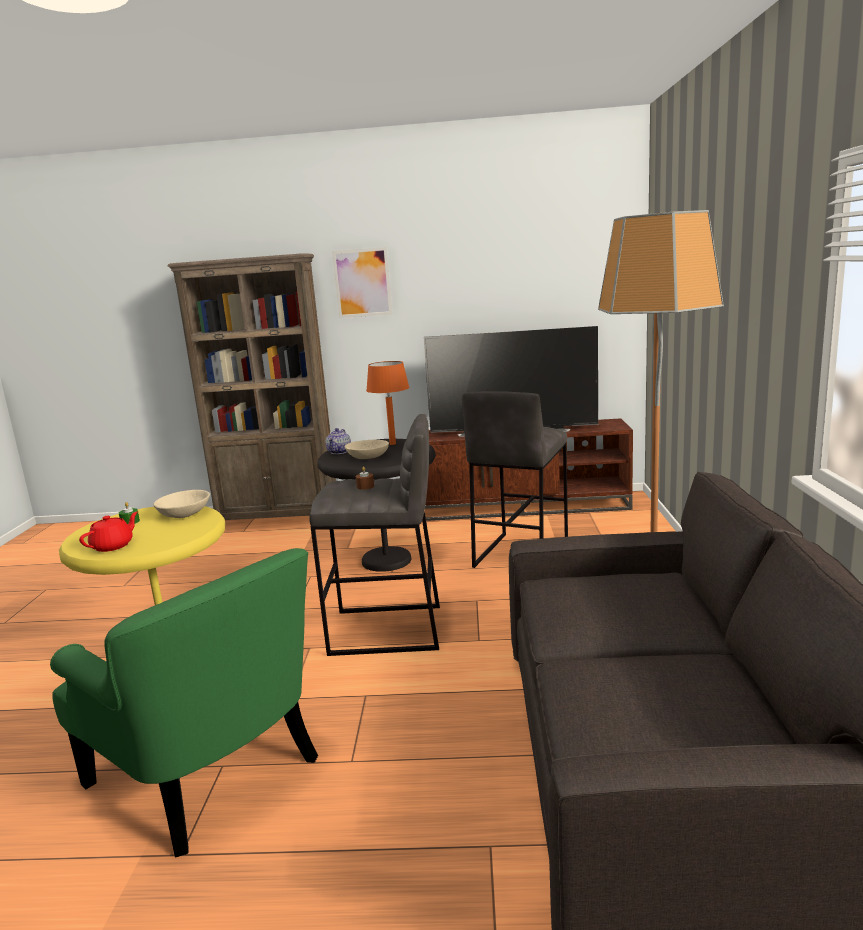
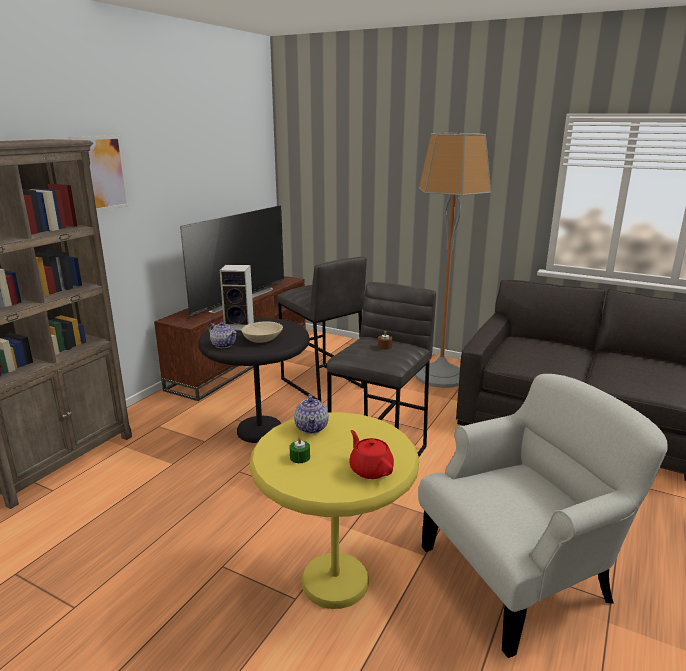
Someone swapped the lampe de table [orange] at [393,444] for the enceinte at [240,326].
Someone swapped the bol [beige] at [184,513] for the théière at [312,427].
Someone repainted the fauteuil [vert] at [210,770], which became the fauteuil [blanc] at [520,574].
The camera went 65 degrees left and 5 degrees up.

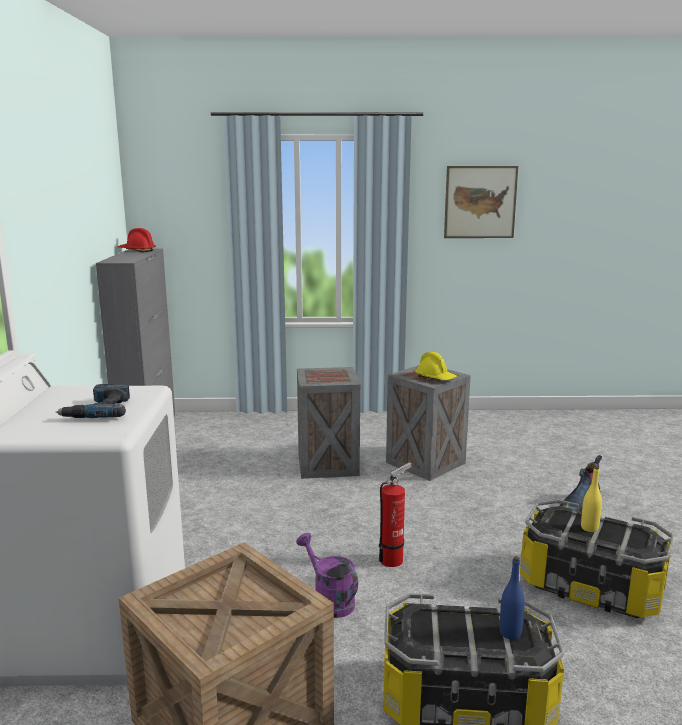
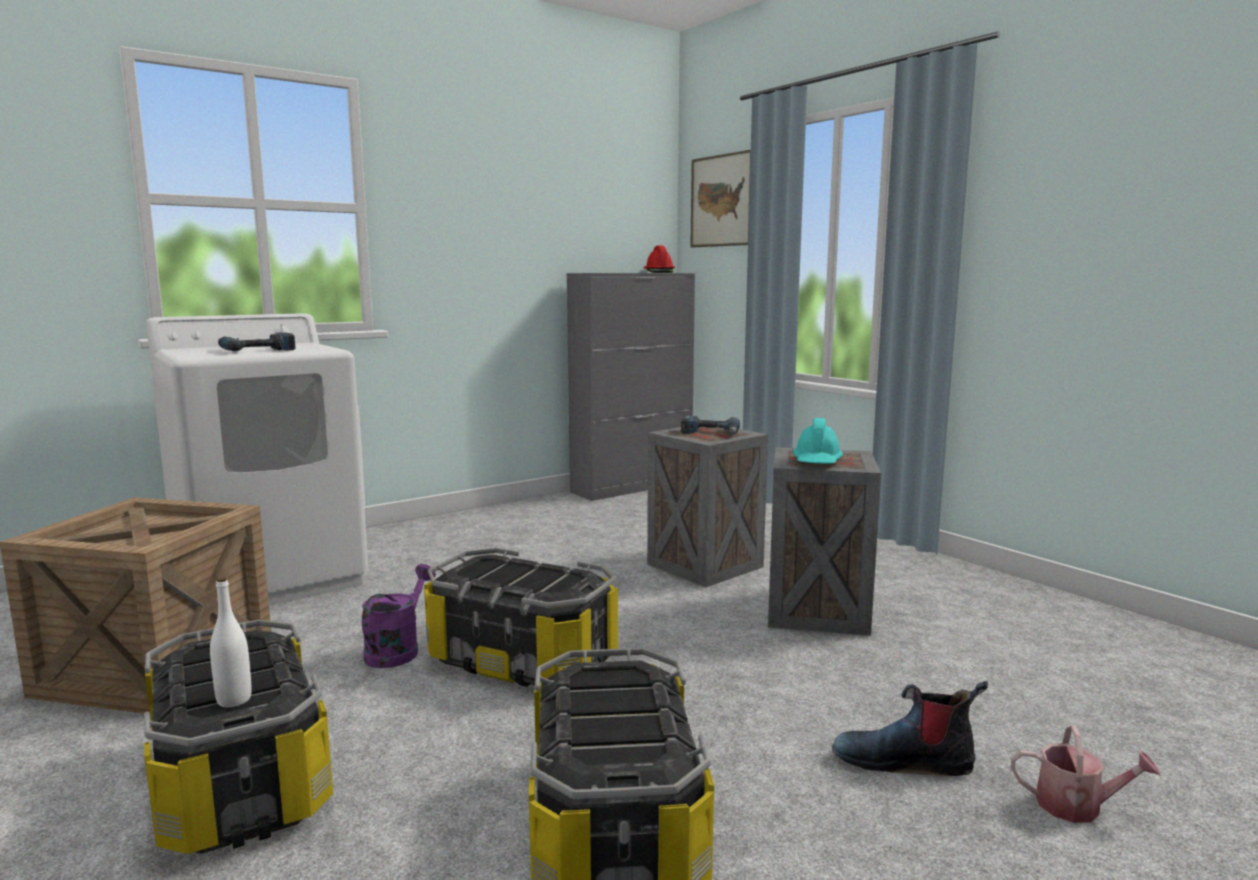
Someone carried the tableau from [480,202] to [721,201].
Someone repainted the casque de chantier [jaune] at [435,378], which became the casque de chantier [turquoise] at [817,463].
Someone swapped the extincteur at [394,559] for the boîte de rangement at [523,660].
Someone took away the bouteille [jaune] at [589,528].
Someone repainted the bouteille [bleu] at [510,633], which became the bouteille [blanc] at [234,700].
Someone put down the perceuse at [710,432].
Someone put down the arrosoir at [1077,806].
The camera went 55 degrees right and 5 degrees down.

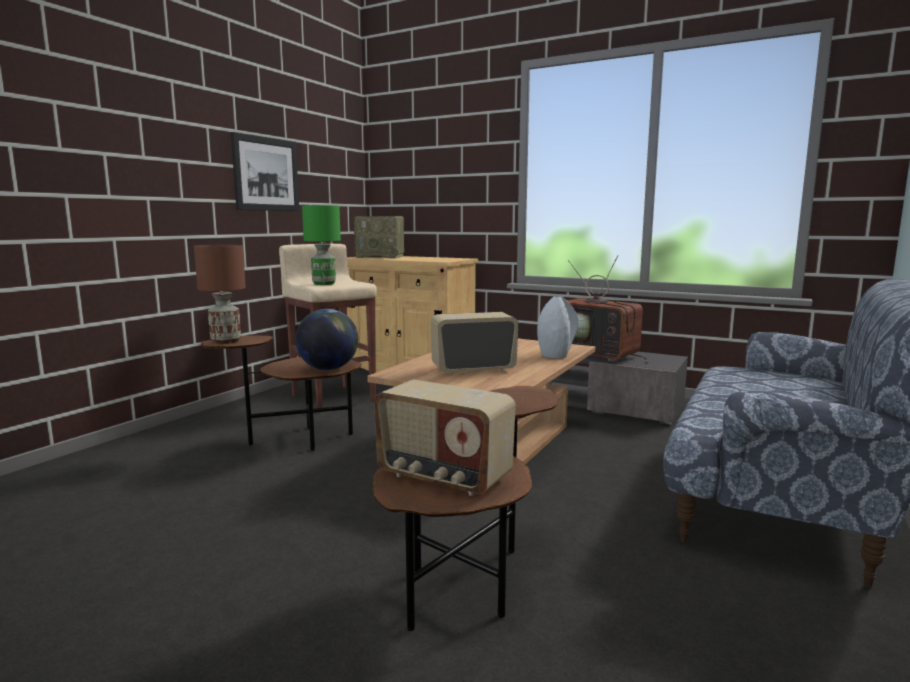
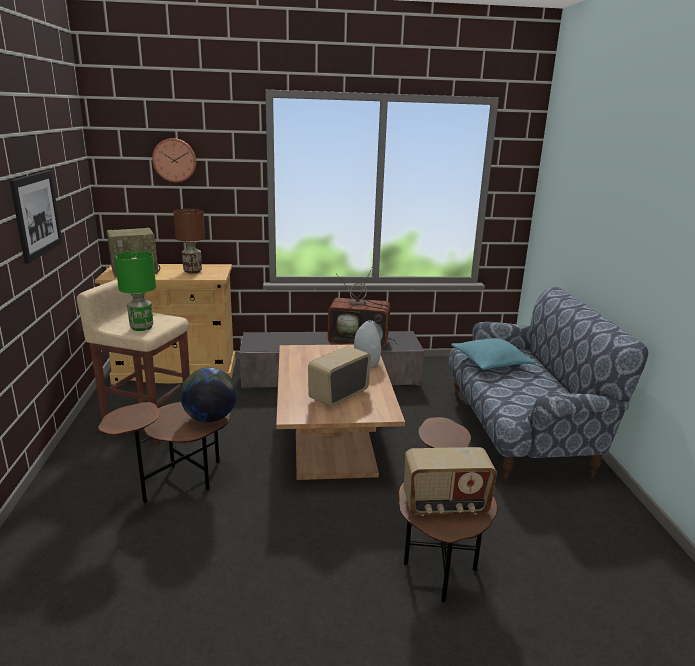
Someone carried the lampe de table [marron] from [225,341] to [192,271].
Someone put up the horloge murale at [175,160].
Someone put down the coussin [turquoise] at [491,362].
The camera went 35 degrees left and 10 degrees up.

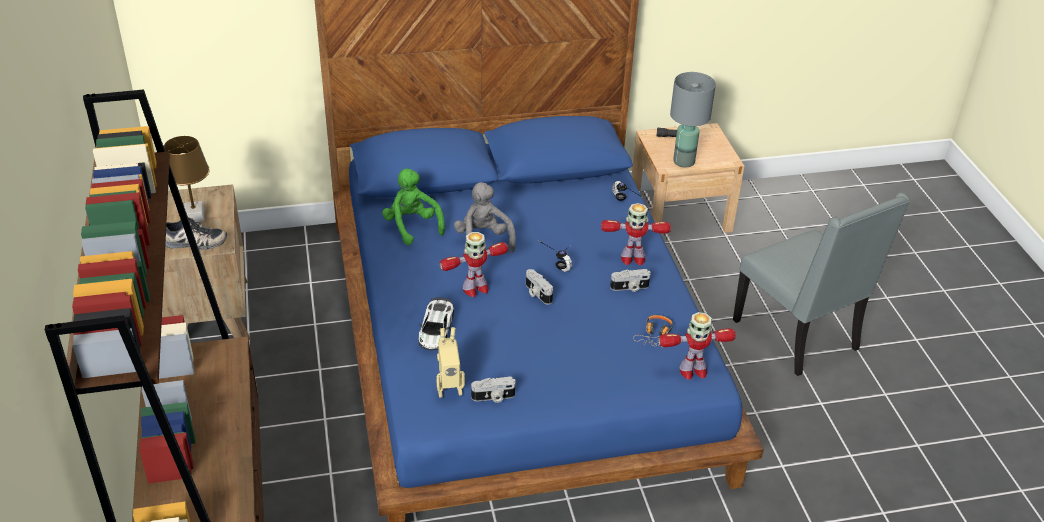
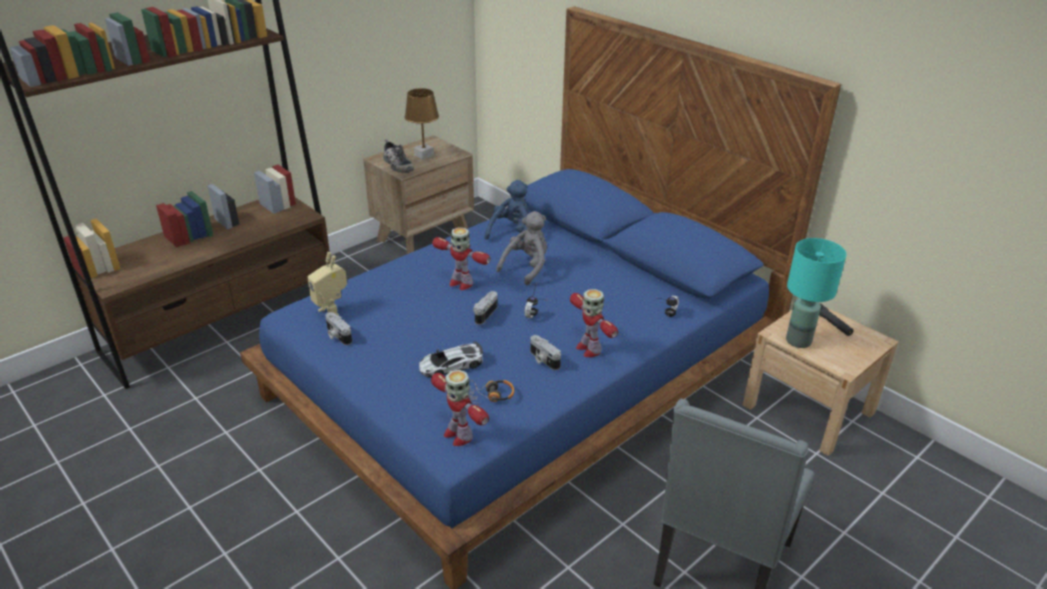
Someone repainted the lampe de table [gris] at [683,162], which became the lampe de table [turquoise] at [797,341].
Someone repainted the peluche [vert] at [412,226], which became the peluche [bleu] at [512,234].
Someone carried the petite voiture from [436,329] to [451,365].
The camera went 60 degrees right and 5 degrees down.

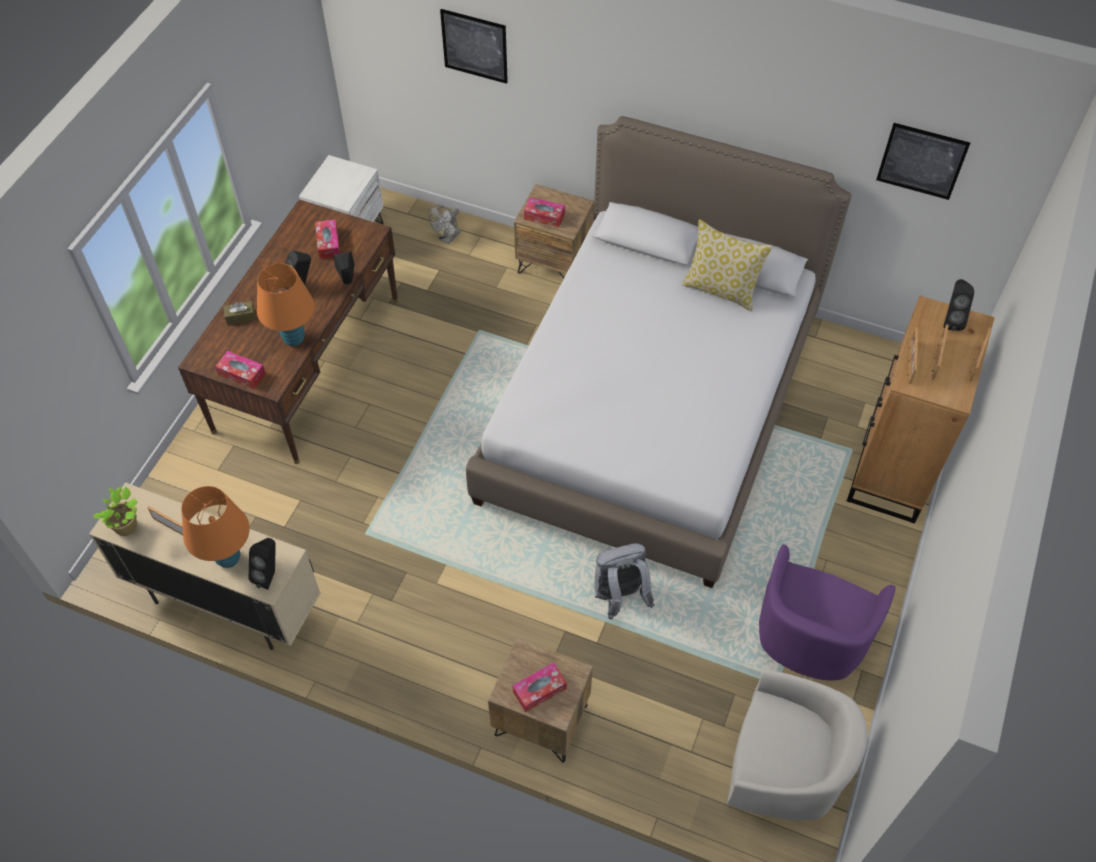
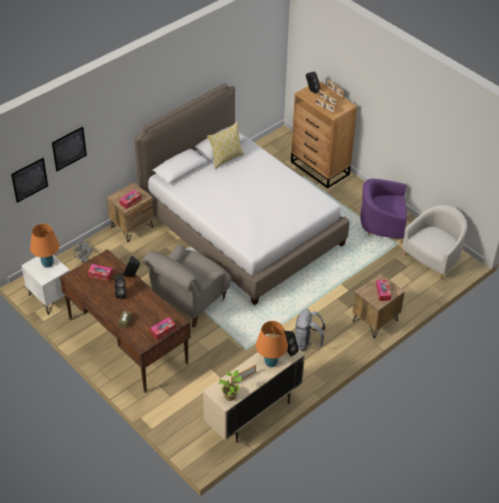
Someone carried the tableau from [922,161] to [29,180].
Someone carried the lampe de table [orange] from [294,339] to [47,264].
Someone carried the sac à dos [gris] from [620,597] to [307,343].
Someone rotated the fauteuil [violet] at [810,637] by 135 degrees clockwise.
Someone put down the fauteuil [gris] at [189,301].
The camera went 65 degrees left and 10 degrees down.

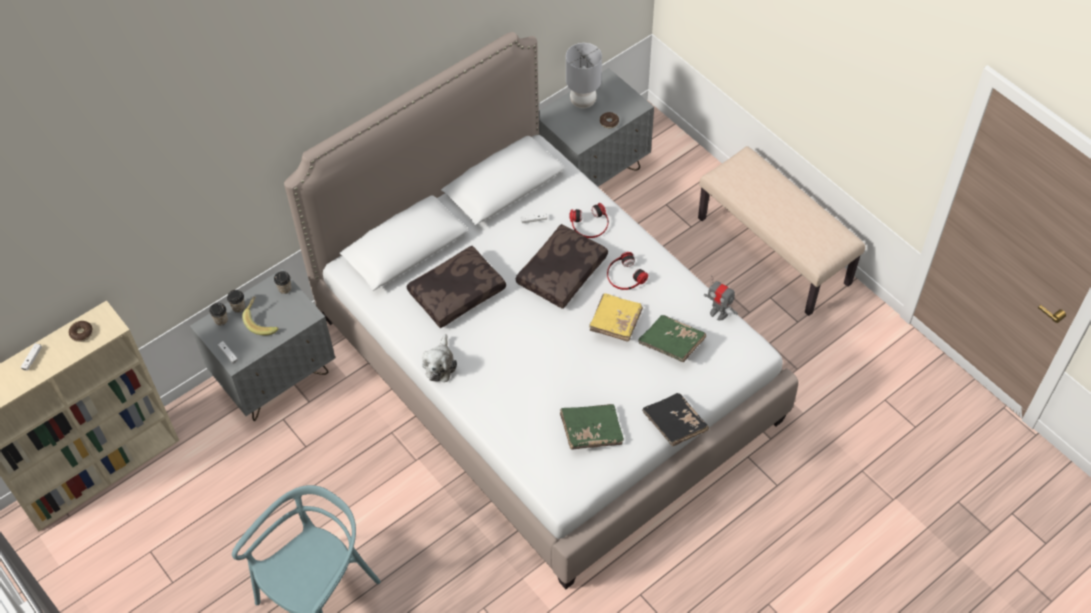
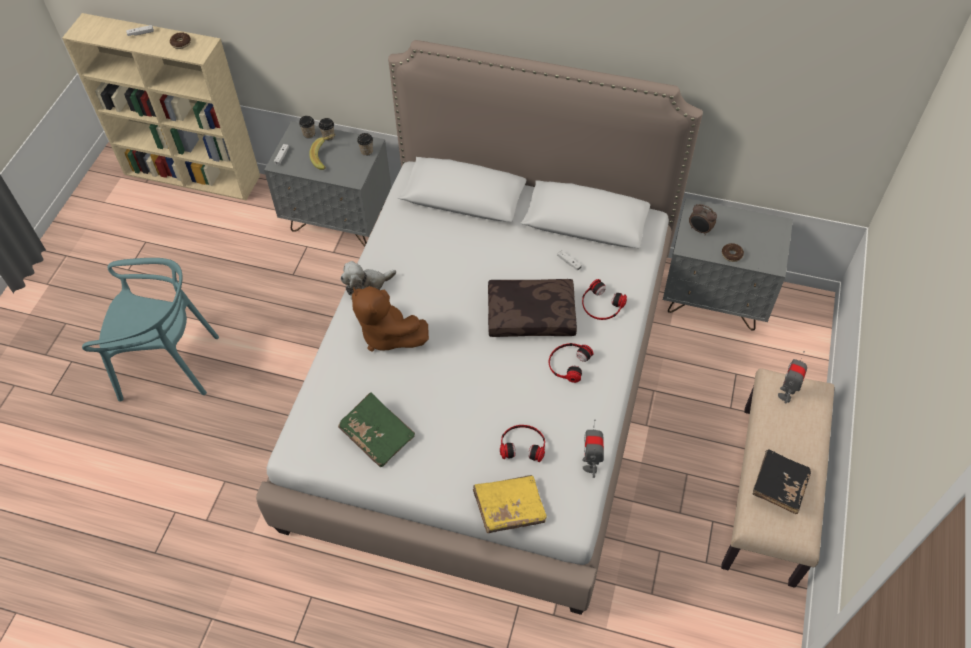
Someone took away the lampe de table [gris] at [583,102].
Someone took away the coussin [marron] at [457,291].
Someone carried the livre [jaune] from [615,323] to [509,508].
Someone swapped the livre [vert] at [671,344] for the casque audio at [522,444].
Someone carried the livre [noir] from [674,425] to [778,486].
Someone put down the réveil at [699,230].
Someone put down the peluche [marron] at [387,334].
Someone put down the robot jouet at [786,394].
The camera went 55 degrees right and 0 degrees up.

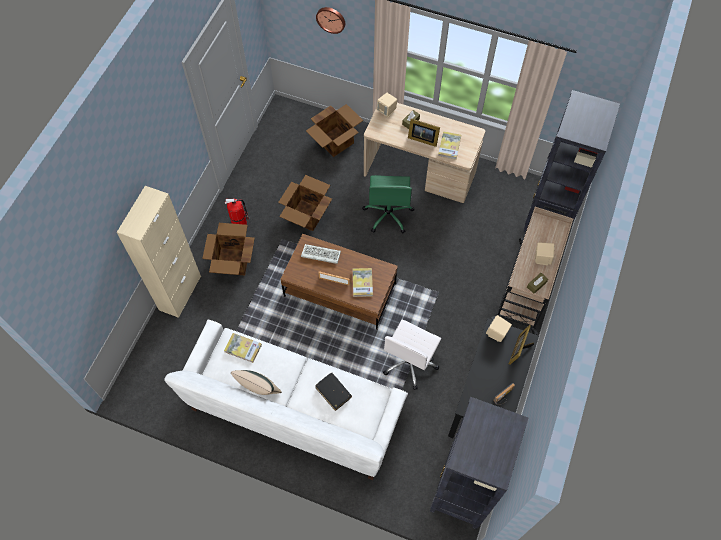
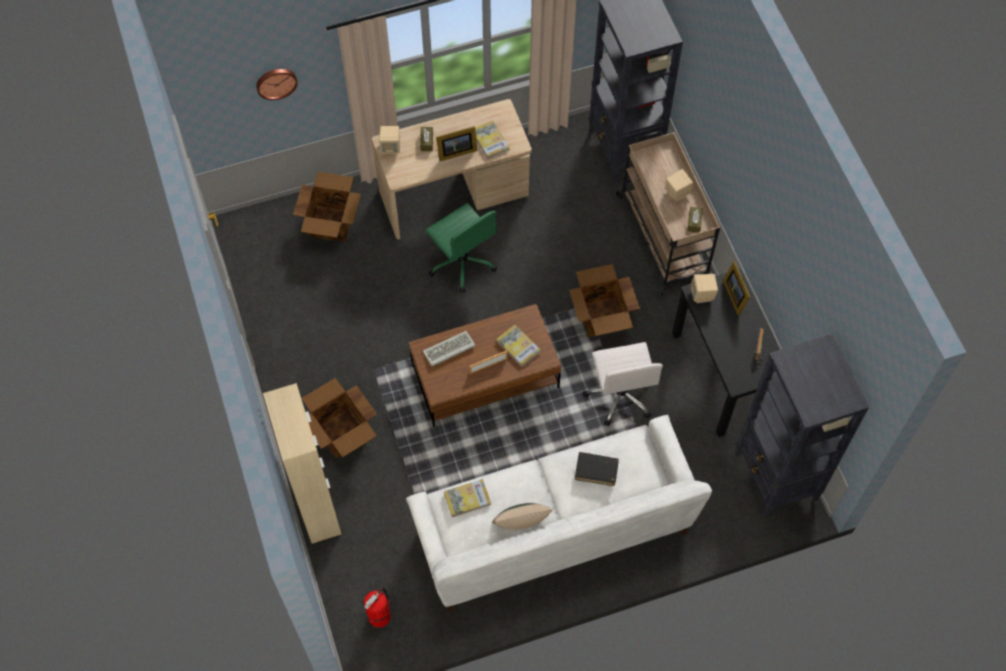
Someone carried the carton from [306,215] to [601,318].
Someone carried the extincteur from [240,223] to [380,615].
The camera went 40 degrees left and 0 degrees up.

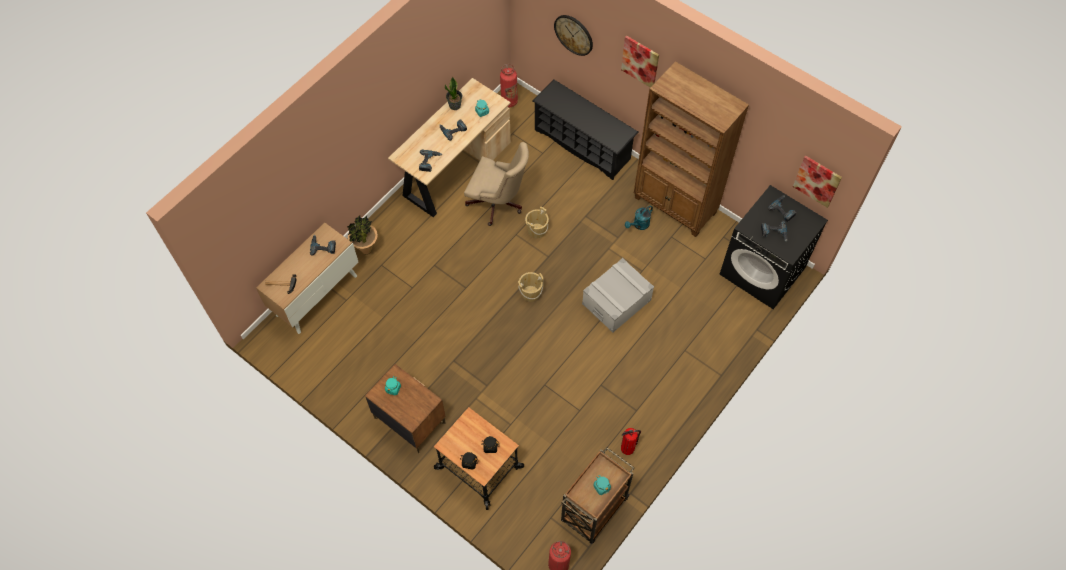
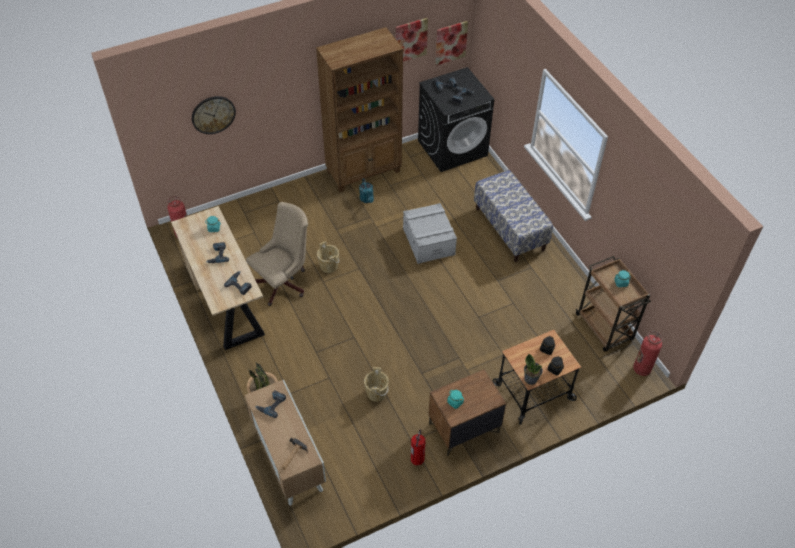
Someone carried the tableau from [640,61] to [410,40].
Someone carried the plante en pot from [455,105] to [531,378].
Someone took away the étagère à chaussures [noir] at [583,144].
Someone carried the seau [beige] from [530,293] to [376,393].
Someone carried the extincteur from [628,448] to [417,458].
Someone put down the banc at [510,229].
The camera went 65 degrees left and 10 degrees down.

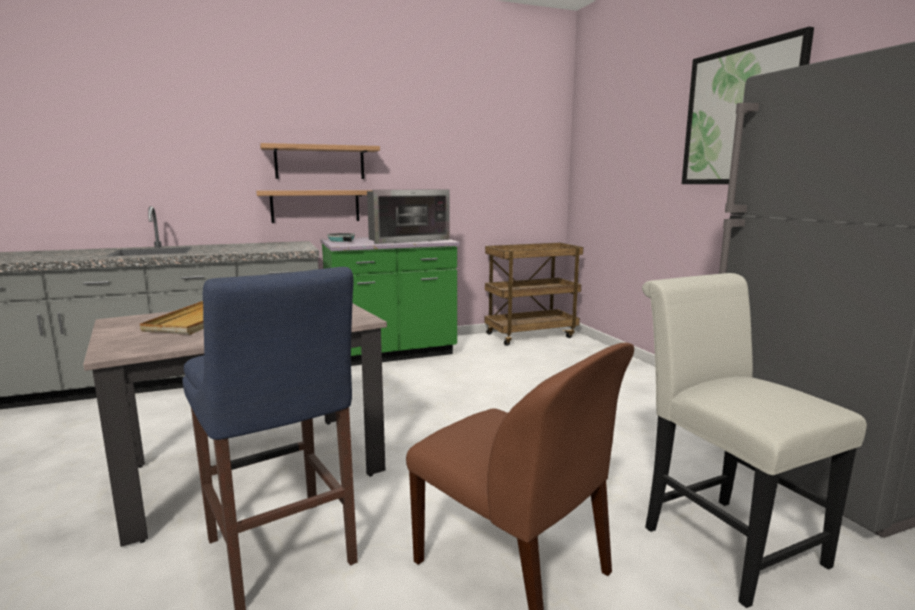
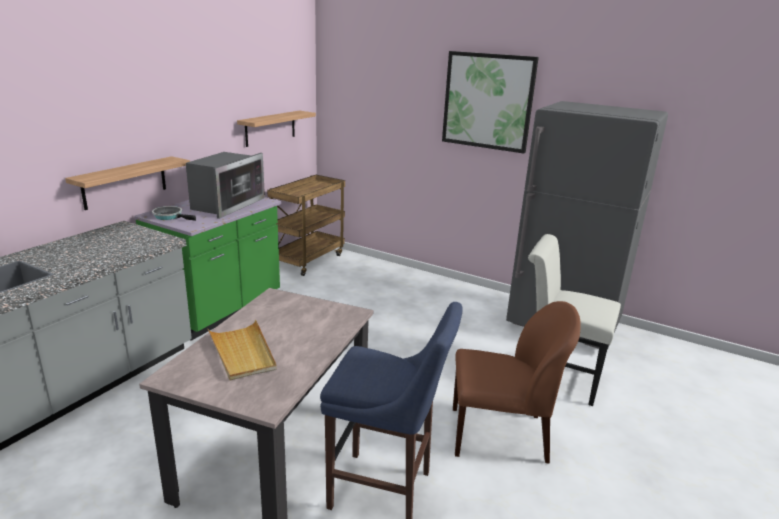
Someone carried the étagère from [320,162] to [270,128].
The camera went 40 degrees left and 10 degrees up.

